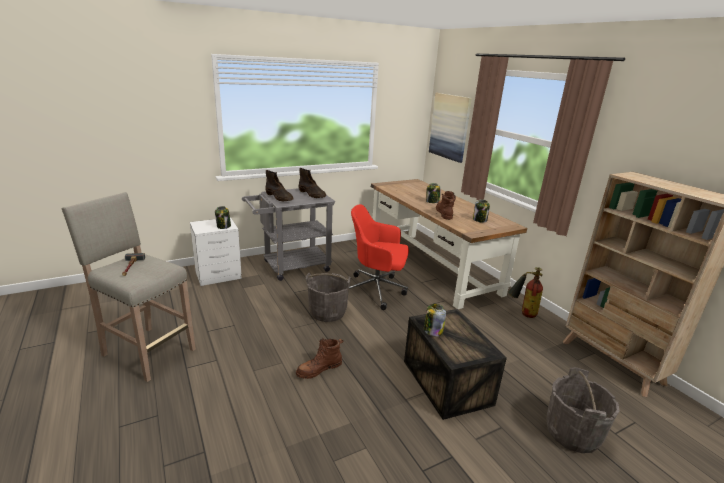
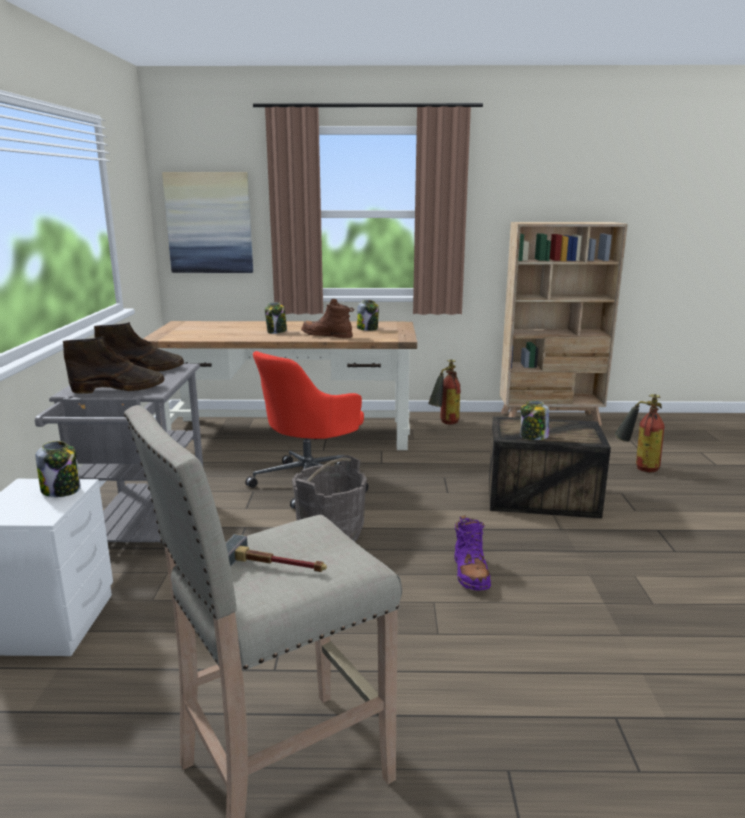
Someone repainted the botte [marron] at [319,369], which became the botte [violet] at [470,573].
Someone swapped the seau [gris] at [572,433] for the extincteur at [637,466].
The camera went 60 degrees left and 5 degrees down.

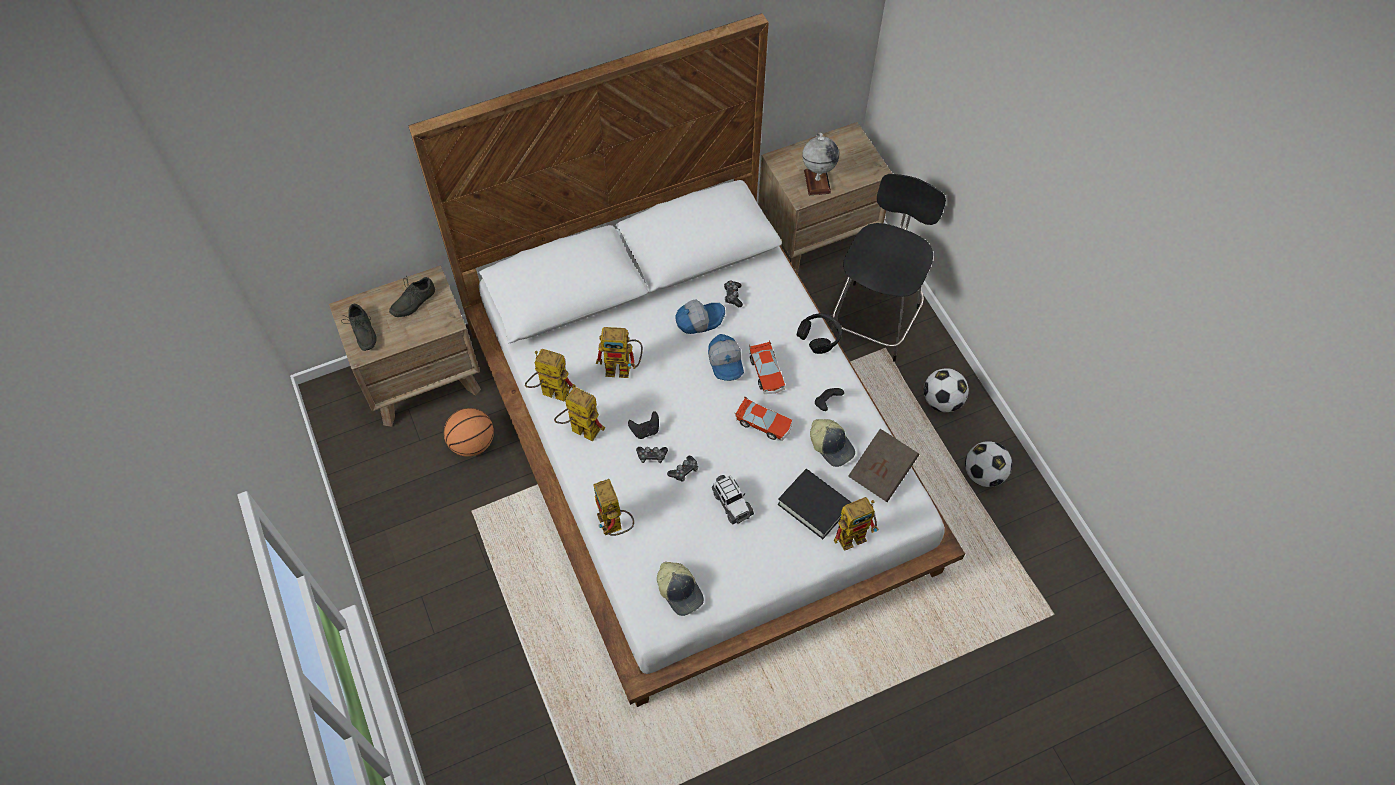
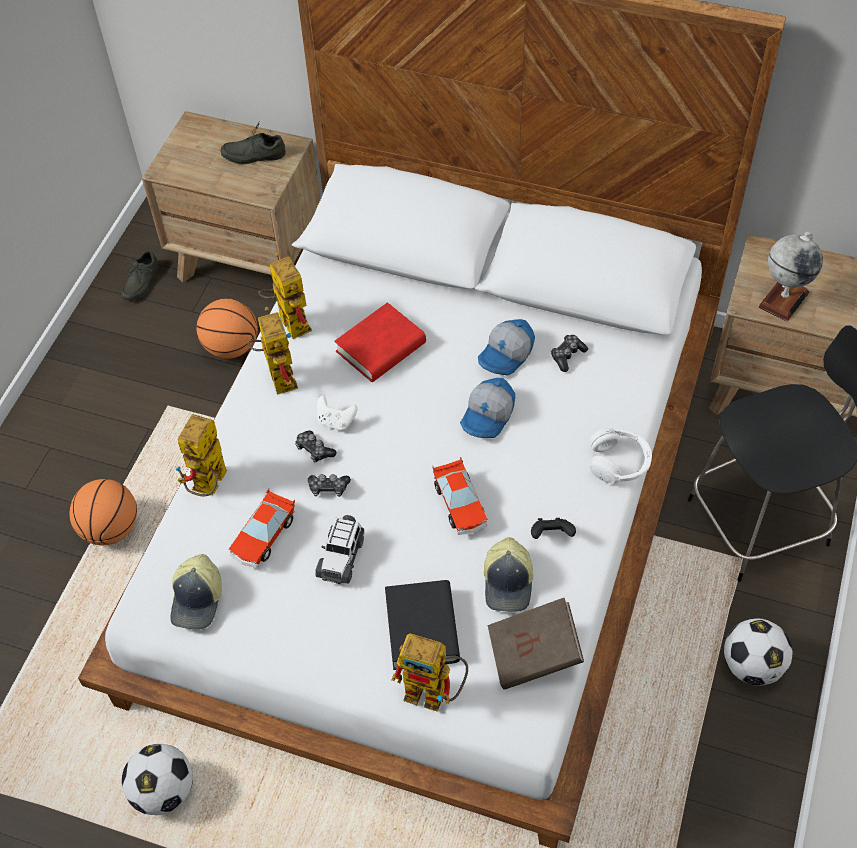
Someone rotated the casquette at [699,319] by 105 degrees clockwise.
Someone carried the chaussure [gris] from [361,332] to [139,282].
Someone repainted the casque audio [noir] at [819,336], which became the casque audio [blanc] at [619,462].
Someone swapped the robot jouet at [624,368] for the livre [rouge] at [381,348].
Someone carried the petite voiture from [766,373] to [263,536].
Someone repainted the manette [noir] at [645,430], which became the manette [blanc] at [336,421].
Someone carried the ballon de foot from [983,474] to [164,791].
Someone put down the ballon de basket at [110,529].
The camera went 45 degrees right and 5 degrees down.

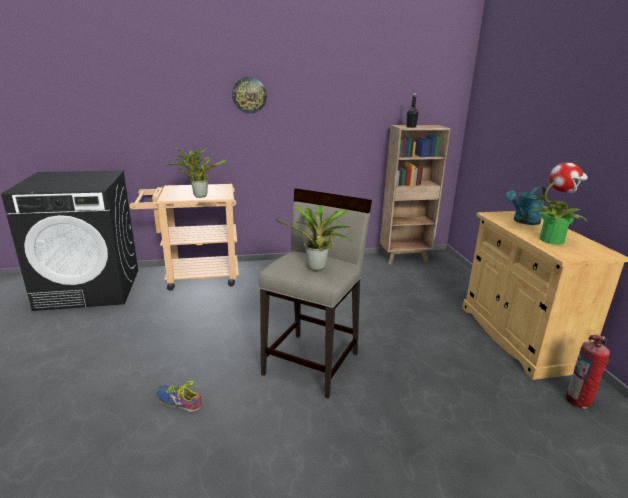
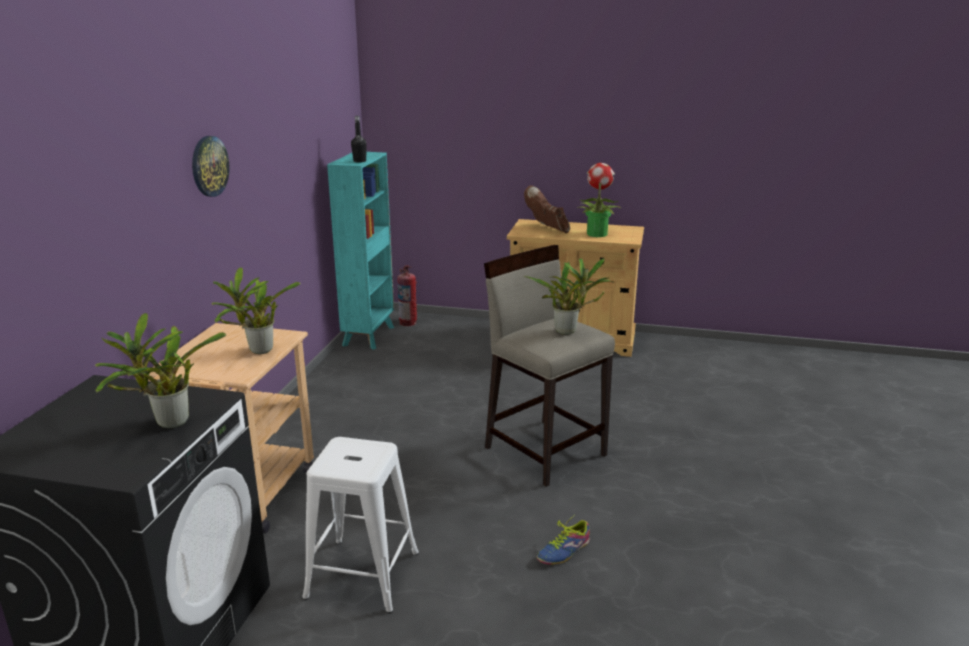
Someone repainted the bibliothèque [marron] at [405,258], which became the bibliothèque [turquoise] at [369,336].
Someone swapped the arrosoir [turquoise] at [523,221] for the botte [marron] at [547,229].
Someone carried the extincteur from [578,401] to [408,322].
Someone put down the plante en pot at [168,424].
Someone put down the tabouret [blanc] at [362,574].
The camera went 65 degrees left and 0 degrees up.

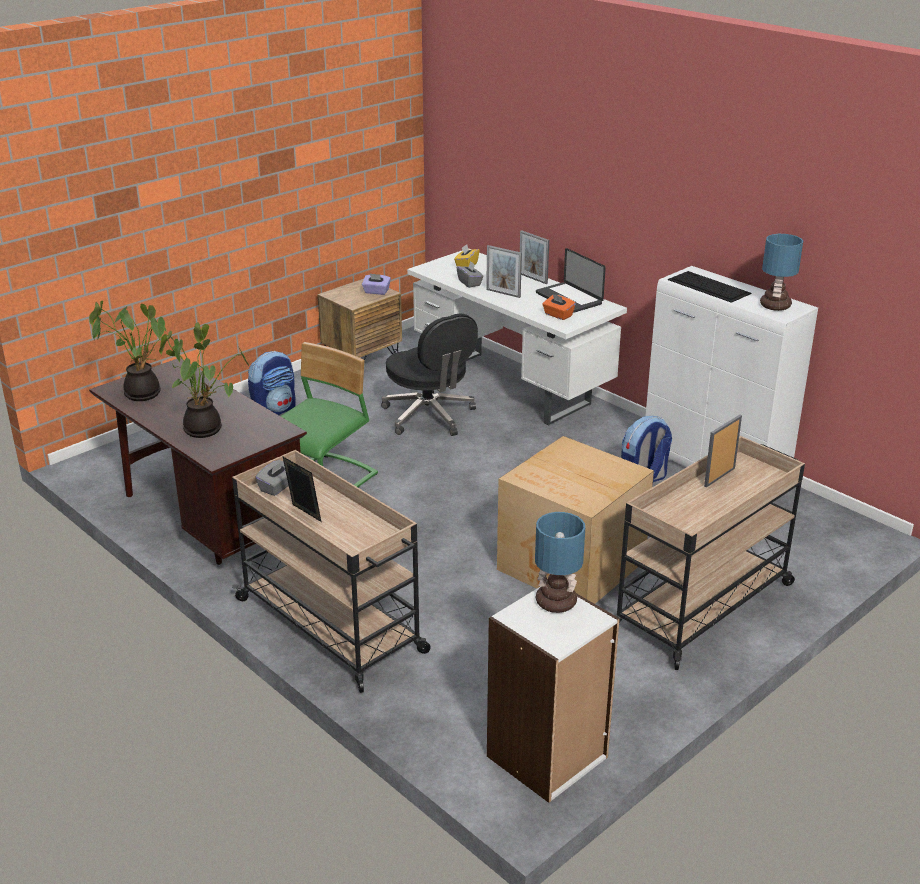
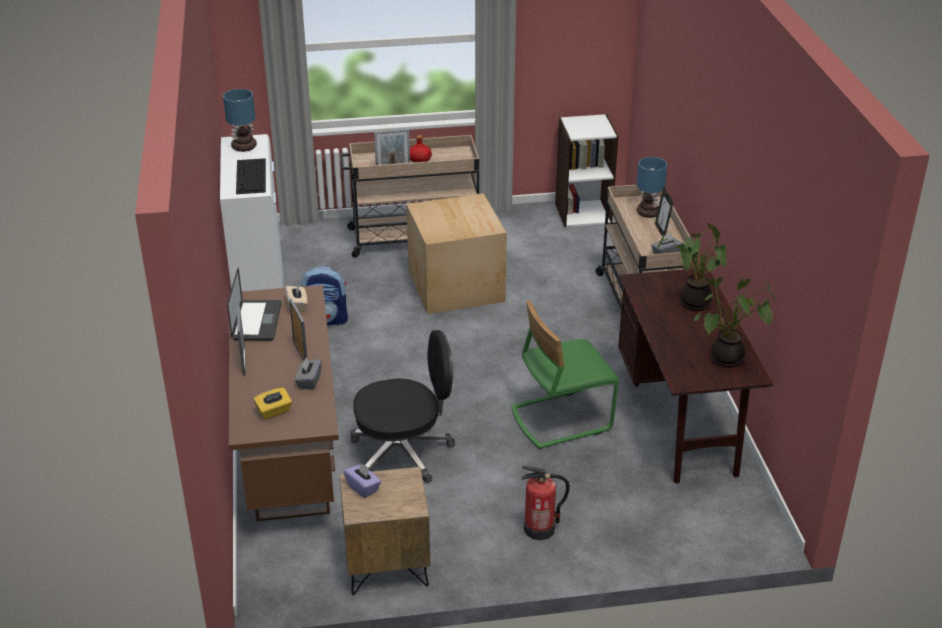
Someone repainted the bureau [blanc] at [512,387], which became the bureau [marron] at [288,455].
Someone repainted the boîte à mouchoirs [orange] at [558,315], which became the boîte à mouchoirs [beige] at [297,306].
Someone rotated the chaise de bureau [noir] at [429,416] by 75 degrees clockwise.
Someone swapped the sac à dos at [274,410] for the extincteur at [540,529].
Someone carried the lampe de table from [557,602] to [647,212].
Someone put down the bouteille [rouge] at [420,159].
The camera went 145 degrees left and 5 degrees up.

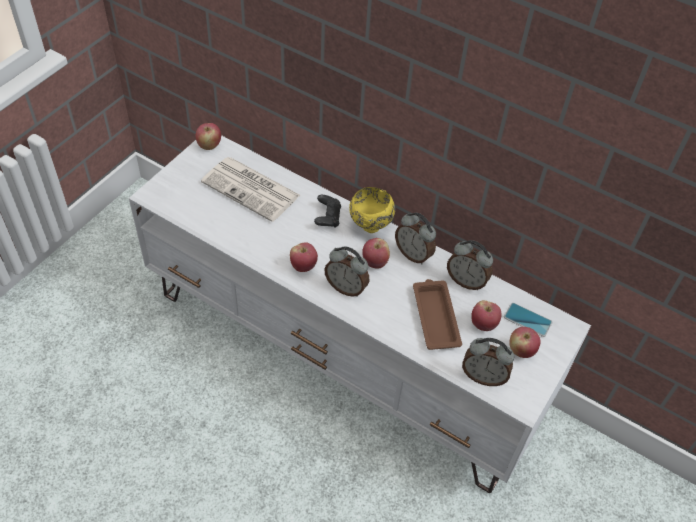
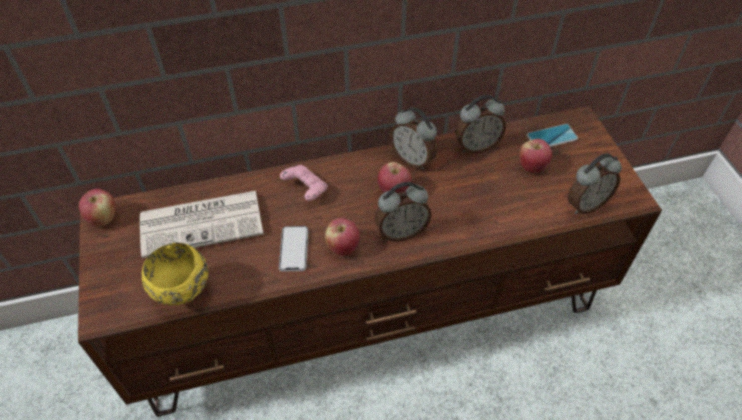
Someone repainted the meuble télé [blanc] at [343,353], which became the meuble télé [marron] at [372,311].
Someone carried the bol [jaune] from [369,227] to [183,295].
Someone repainted the manette [noir] at [327,217], which became the manette [rose] at [305,189].
Someone rotated the réveil at [413,254] by 45 degrees clockwise.
Someone took away the plateau [marron] at [435,316].
Someone took away the pomme at [521,350].
Someone put down the téléphone at [294,249].
The camera went 45 degrees left and 0 degrees up.

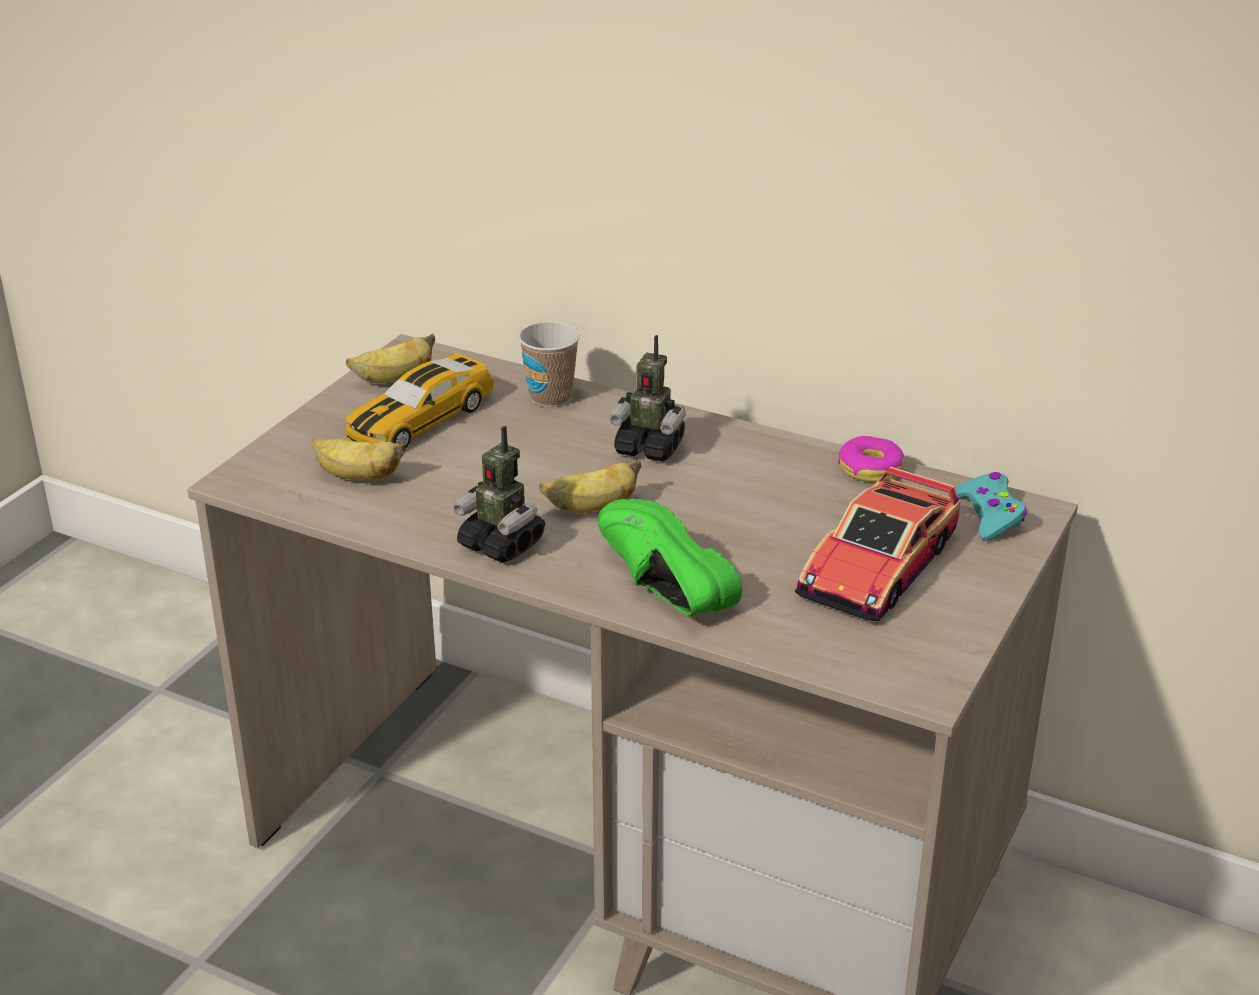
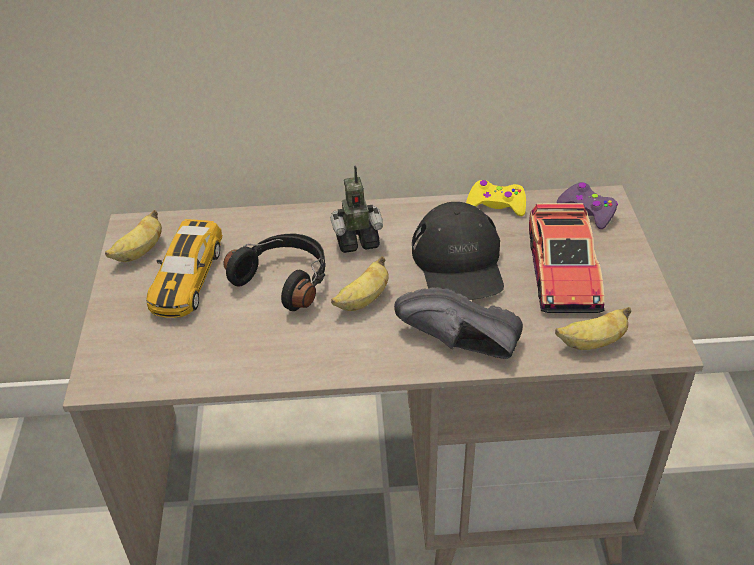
Someone took away the tasse at [550,397].
Someone took away the robot jouet at [501,544].
Someone swapped the beignet at [870,469] for the manette [jaune] at [496,204].
Someone carried the banane from [357,477] to [591,343].
Someone repainted the manette [turquoise] at [990,515], which became the manette [violet] at [587,211].
Someone repainted the chaussure [vert] at [656,589], which became the chaussure [noir] at [457,344].
Someone put down the casquette [noir] at [459,263].
Someone put down the casque audio [noir] at [285,280].
The camera went 30 degrees left and 10 degrees up.

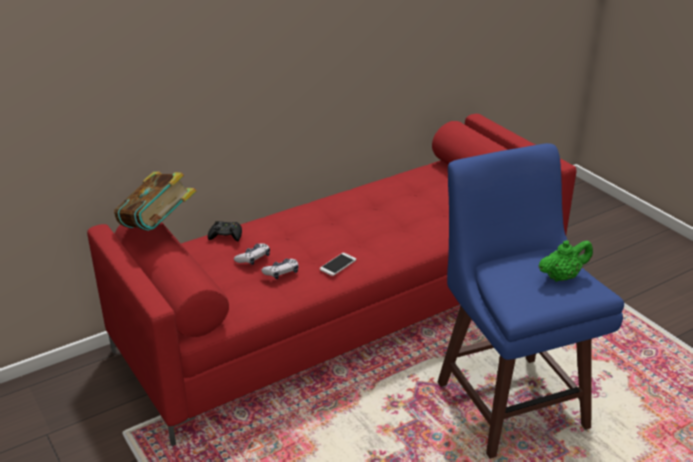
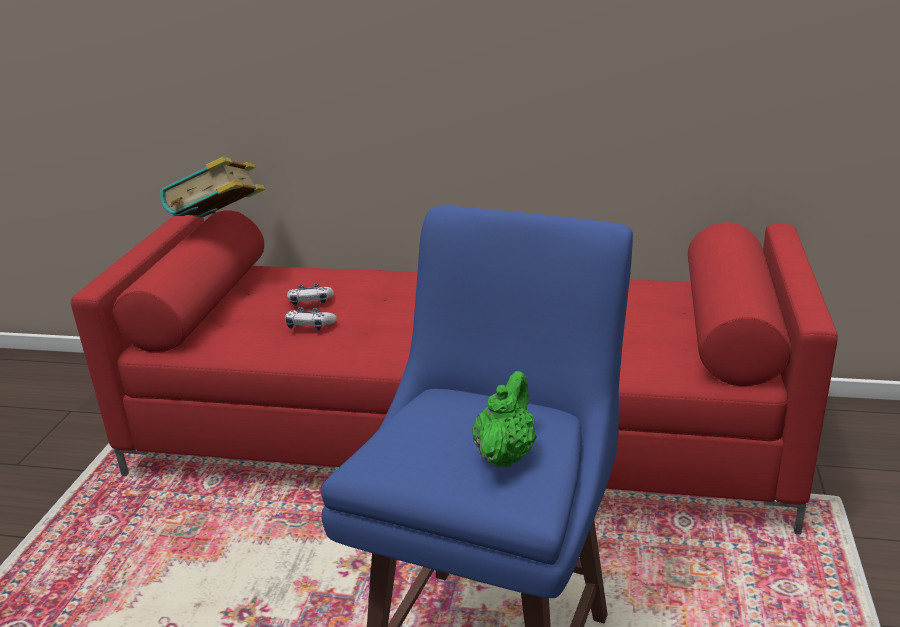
Someone took away the manette [noir] at [226,235].
Someone rotated the théière [vert] at [562,277] by 90 degrees counterclockwise.
Someone took away the téléphone at [338,264].
The camera went 45 degrees right and 5 degrees down.

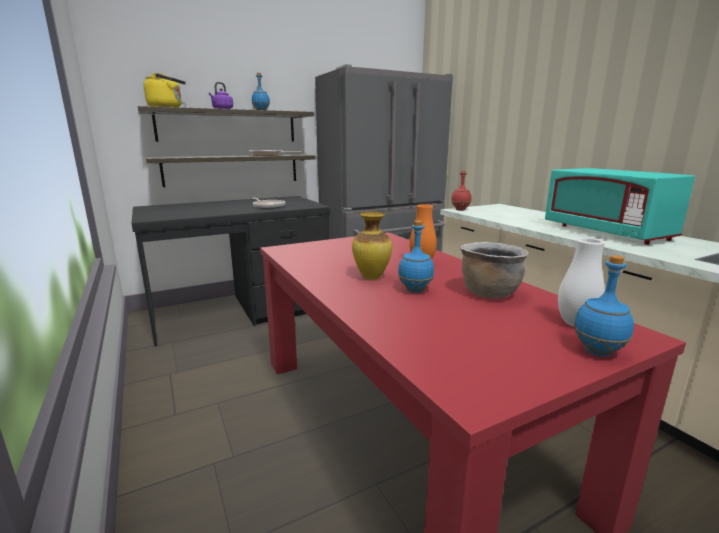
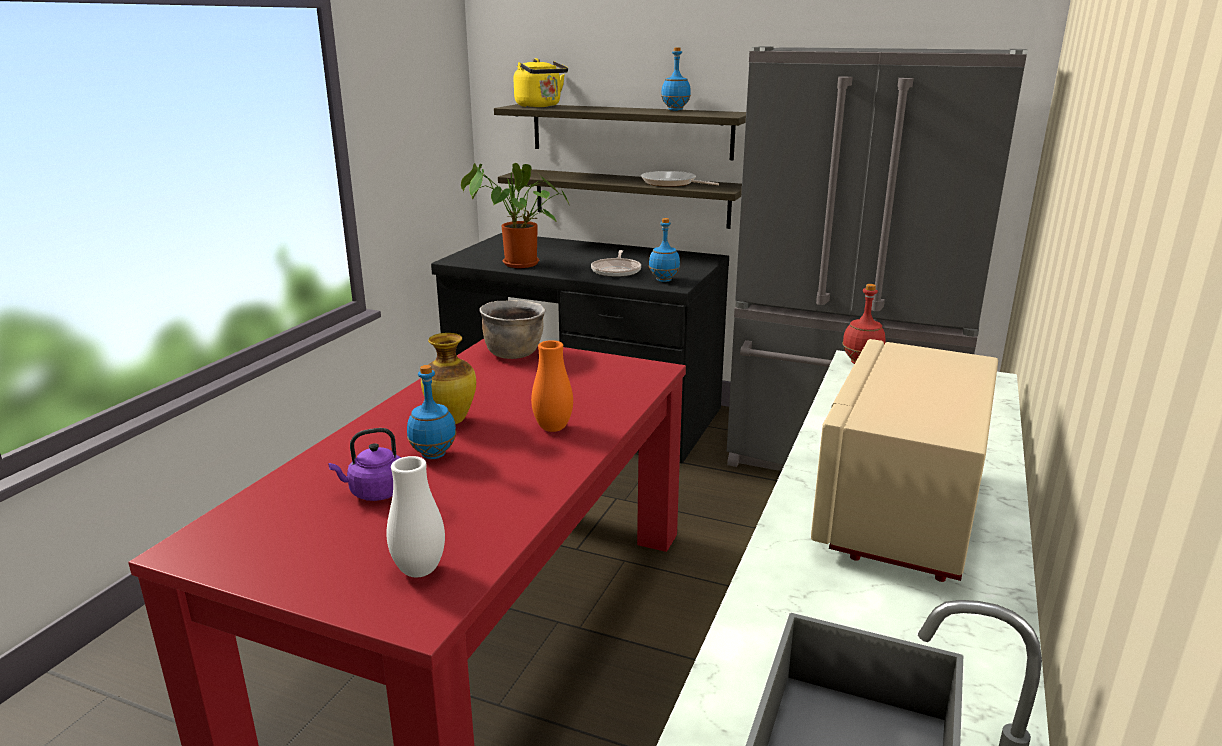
Someone carried the bouilloire [violet] from [222,109] to [375,492].
Someone repainted the micro-ondes [turquoise] at [606,232], which became the micro-ondes [beige] at [899,510].
Someone carried the marmite [marron] from [489,293] to [514,353].
Someone carried the bouteille [bleu] from [598,352] to [663,280].
Someone put down the plante en pot at [516,264].
The camera went 50 degrees right and 5 degrees up.

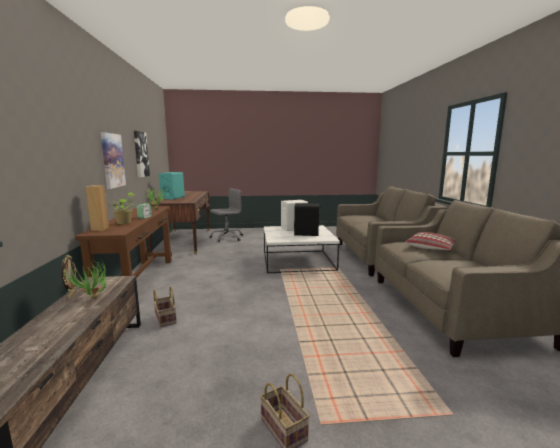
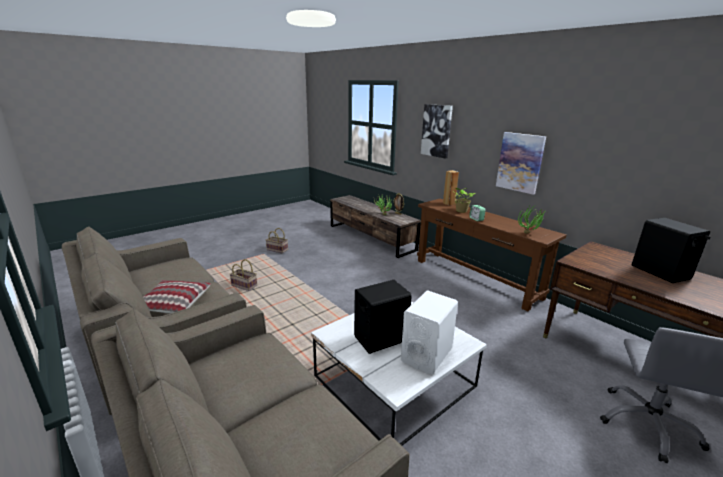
Someone carried the tableau from [140,154] to [436,131].
Someone repainted the enceinte [turquoise] at [172,197], which became the enceinte [noir] at [660,272].
Someone carried the panier from [164,319] to [245,286].
The camera went 145 degrees right and 10 degrees up.

